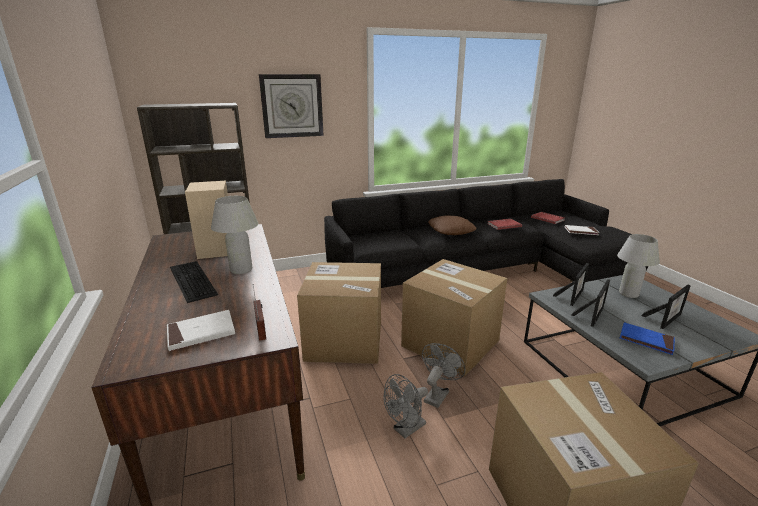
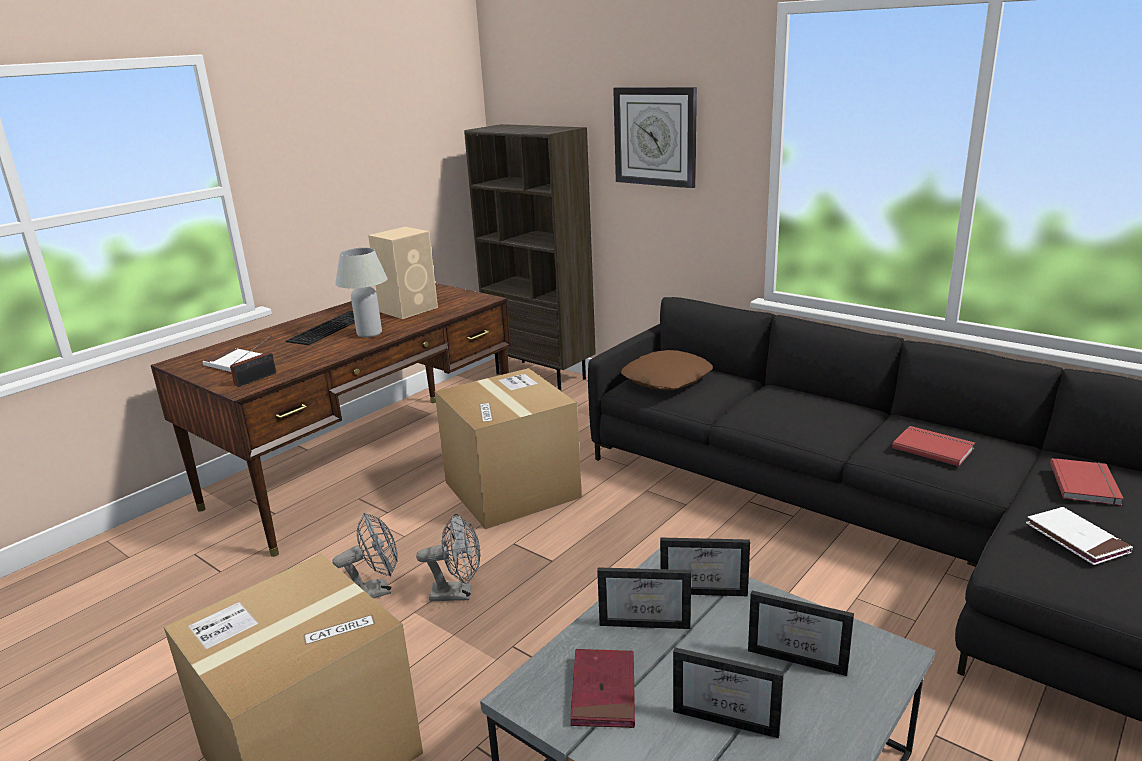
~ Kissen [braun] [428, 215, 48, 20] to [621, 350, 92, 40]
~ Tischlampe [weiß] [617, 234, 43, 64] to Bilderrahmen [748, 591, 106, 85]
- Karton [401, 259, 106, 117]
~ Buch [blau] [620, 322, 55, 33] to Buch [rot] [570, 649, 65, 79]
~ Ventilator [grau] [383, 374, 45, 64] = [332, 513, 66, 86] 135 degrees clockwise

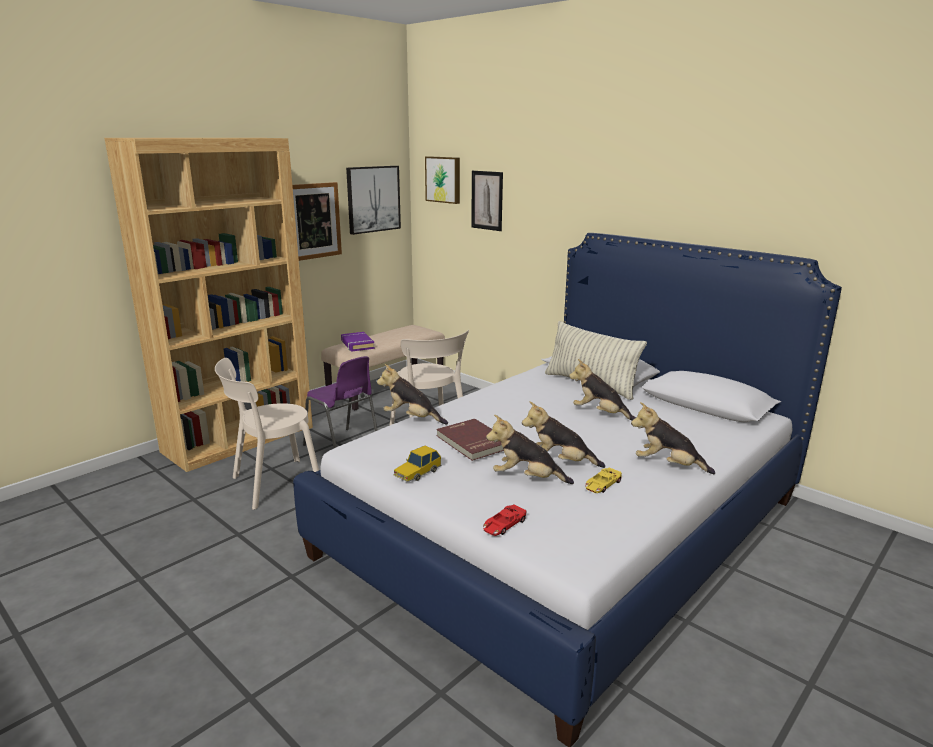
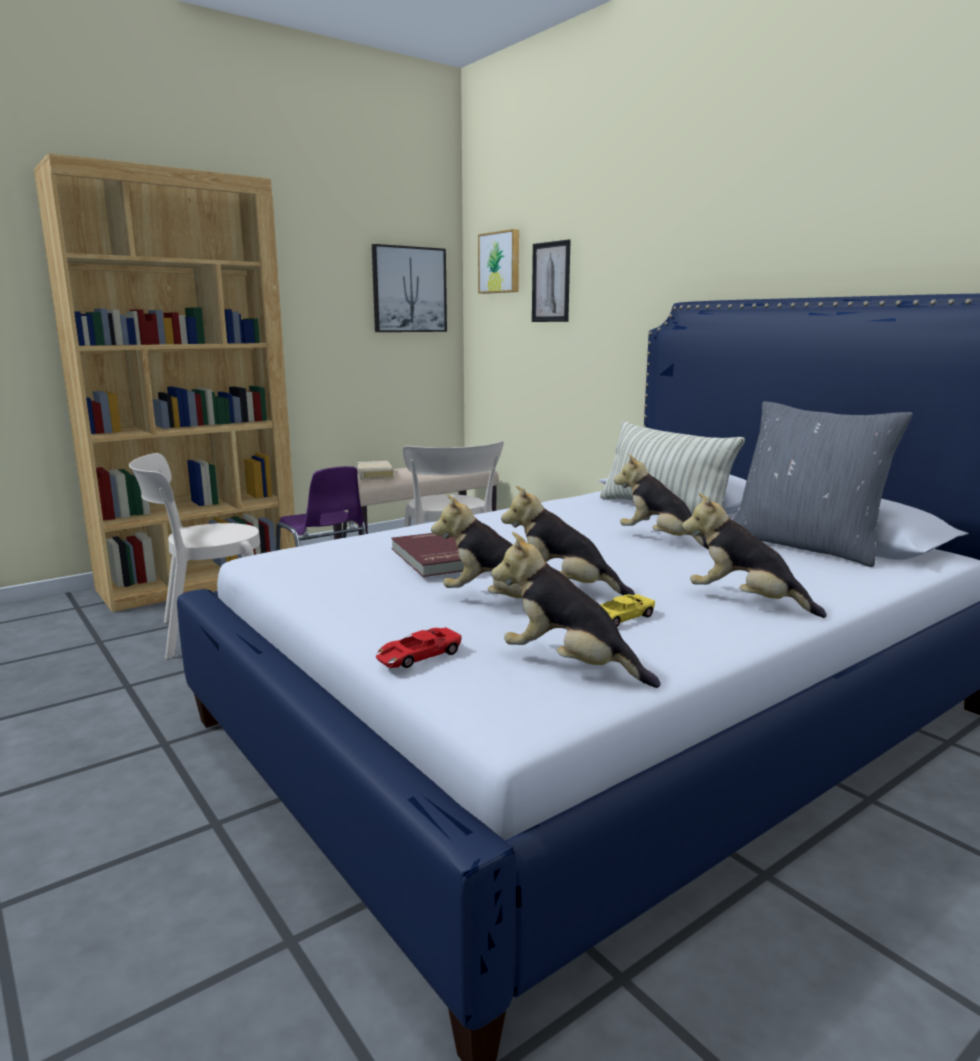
- Bild [292, 182, 50, 79]
~ Buch [lila] [341, 332, 34, 20] to Buch [beige] [357, 461, 37, 19]
~ Plüschtier [377, 364, 71, 61] to [491, 532, 170, 156]
- Spielzeugauto [393, 446, 49, 36]
+ Kissen [grau] [733, 401, 180, 166]

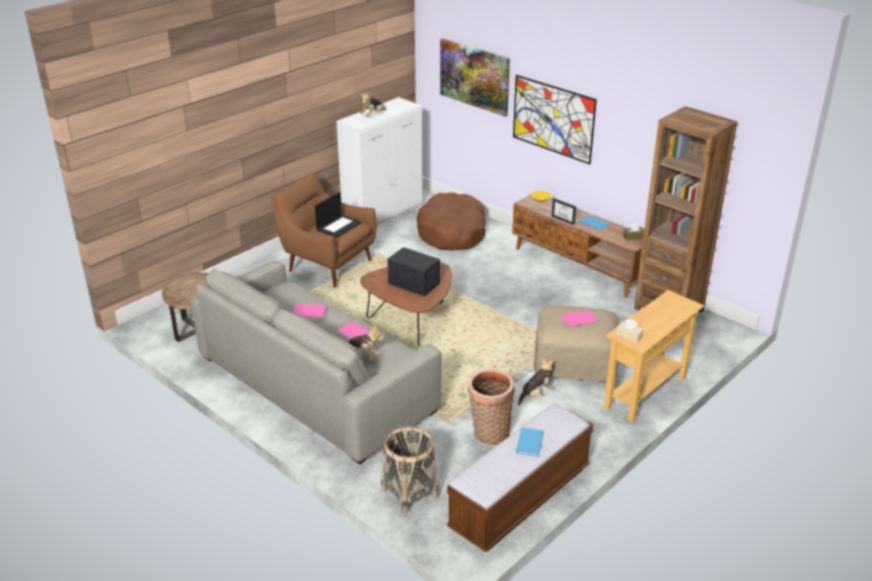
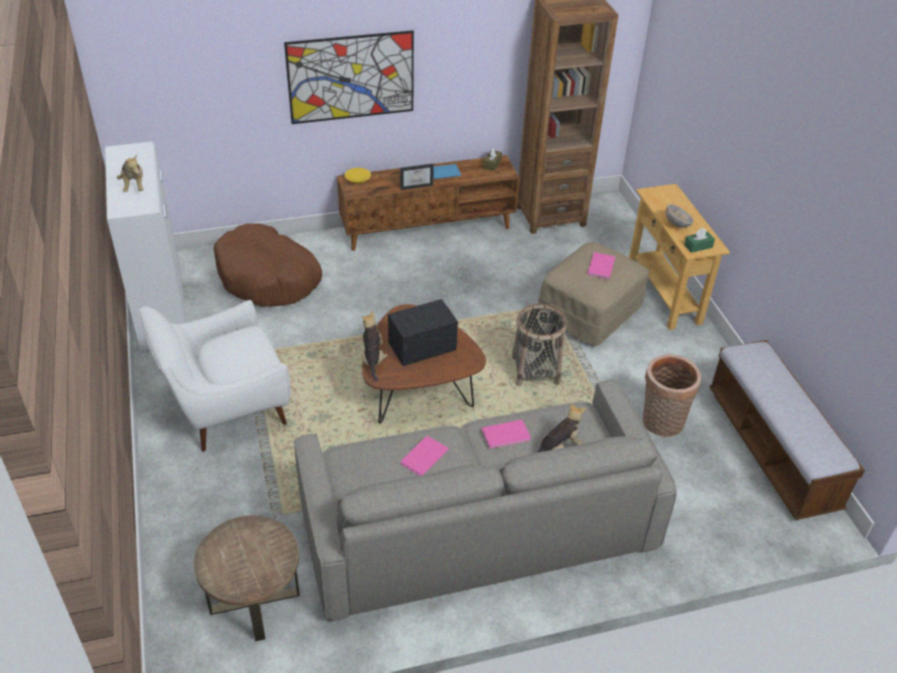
- Bild [440, 38, 70, 79]
~ Sessel [braun] [272, 173, 105, 114] to Sessel [weiß] [138, 300, 153, 152]
- Laptop [315, 192, 46, 46]
~ Taschentuchbox [beige] [616, 319, 28, 24] to Taschentuchbox [grün] [684, 228, 31, 25]
~ Plüschtier [518, 358, 35, 47] to [362, 311, 26, 70]
~ Korb [381, 426, 58, 88] to [512, 304, 55, 82]
- Buch [blau] [516, 427, 28, 30]
+ Schüssel [666, 204, 28, 24]

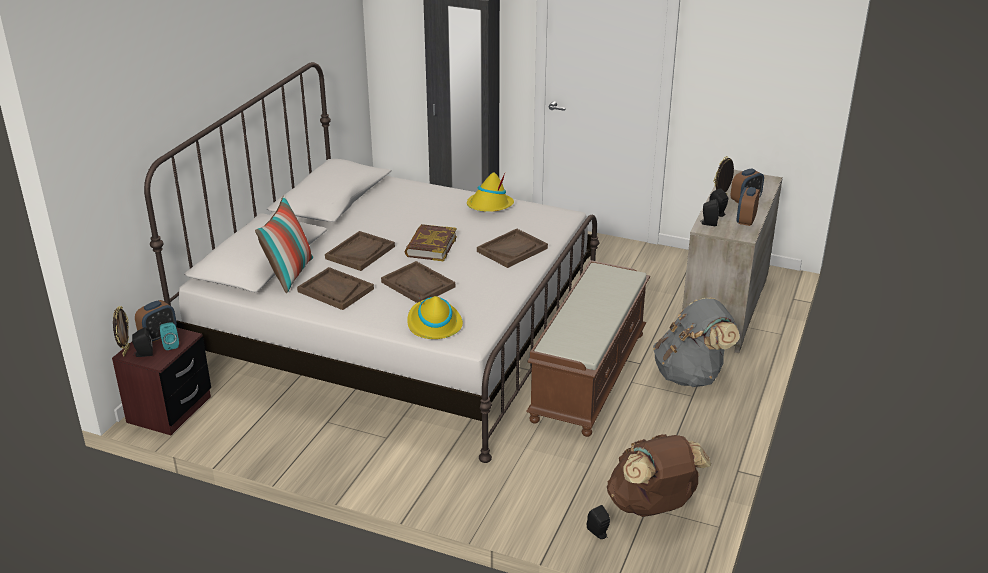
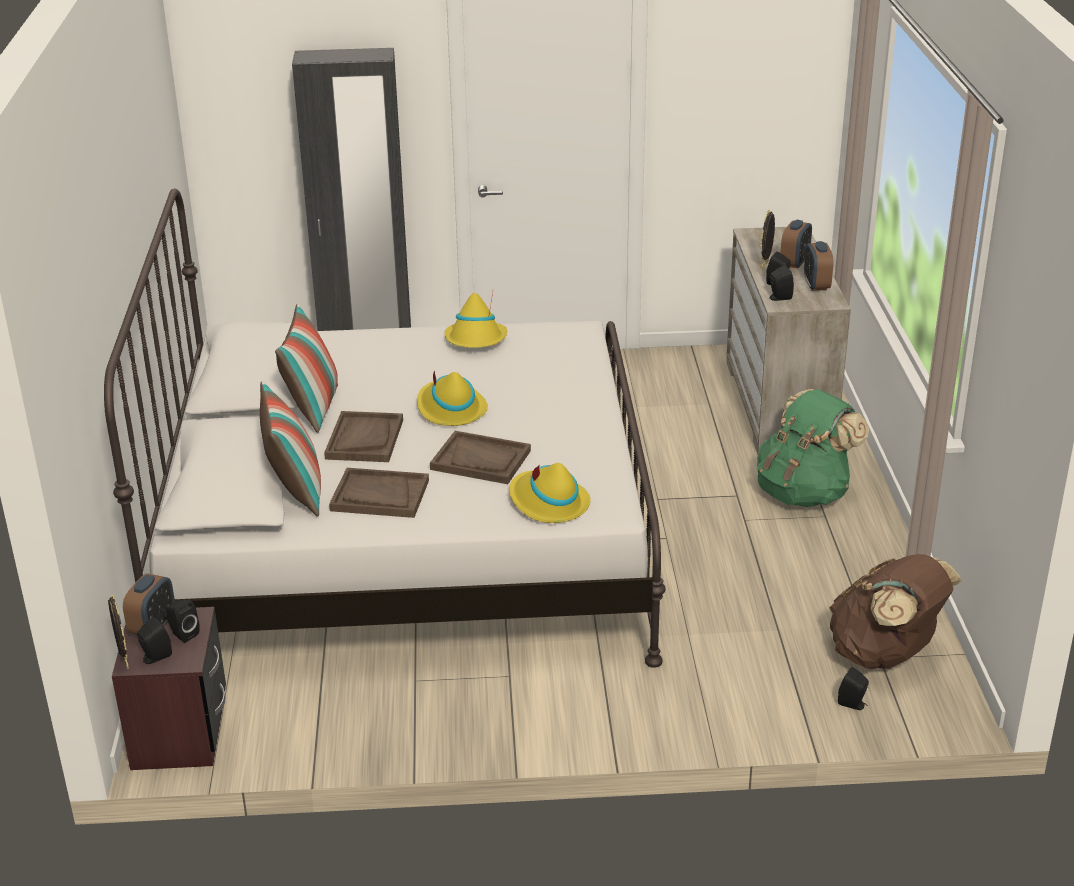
~ Buch [405, 224, 52, 37] to Hut [gelb] [417, 370, 71, 56]
- Tablett [braun] [477, 229, 71, 39]
- Bank [braun] [526, 260, 124, 177]
~ Rucksack [grau] [653, 298, 87, 89] to Rucksack [grün] [757, 389, 112, 118]
~ Lautsprecher [türkis] [160, 322, 19, 28] to Lautsprecher [schwarz] [166, 600, 34, 43]
+ Kissen [275, 304, 63, 129]

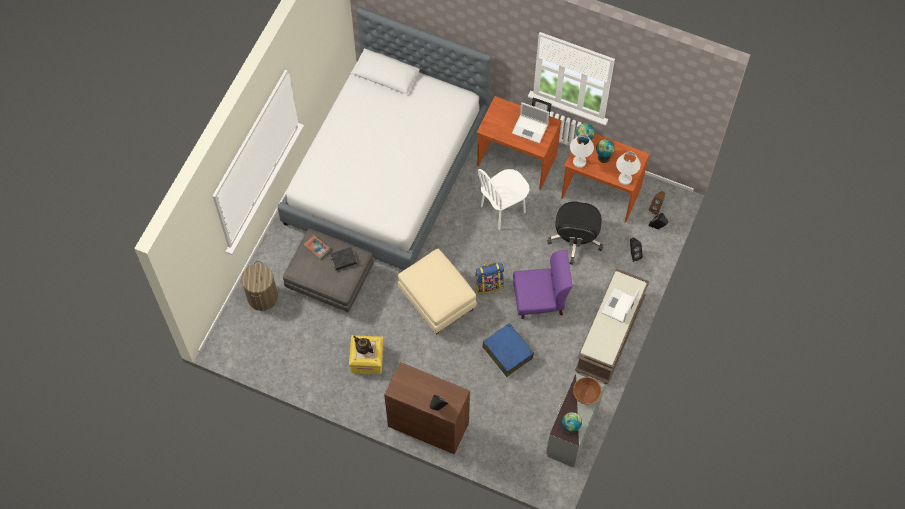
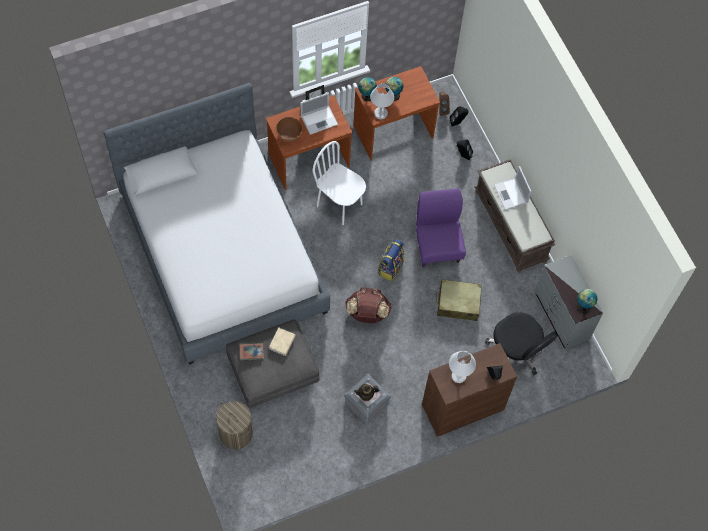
~ Tischlampe [weiß] [616, 151, 25, 34] to [449, 351, 27, 32]
~ Stuhl [weiß] [478, 169, 52, 61] = [313, 141, 53, 84] 120 degrees clockwise
~ Bürostuhl [schwarz] [547, 201, 56, 64] to [485, 312, 73, 63]
~ Buch [schwarz] [330, 247, 27, 23] to Buch [beige] [269, 328, 27, 28]
~ Polsterhocker [beige] [398, 249, 79, 86] to Rucksack [braun] [345, 287, 47, 36]
~ Stuhl [lila] [513, 250, 60, 69] = [416, 188, 50, 79] 45 degrees counterclockwise
~ Koffer [blau] [482, 323, 52, 54] to Koffer [beige] [436, 279, 46, 42]
~ Aufbewahrungsbox [gelb] [349, 335, 35, 39] to Aufbewahrungsbox [grau] [344, 374, 47, 50]
~ Schüssel [braun] [573, 377, 28, 28] to [276, 117, 27, 25]

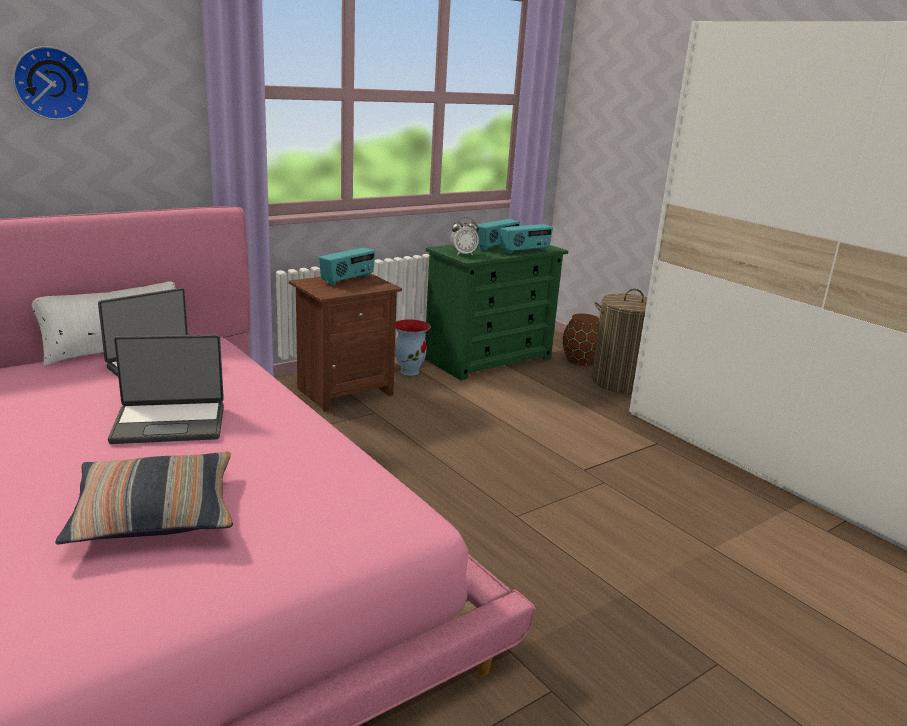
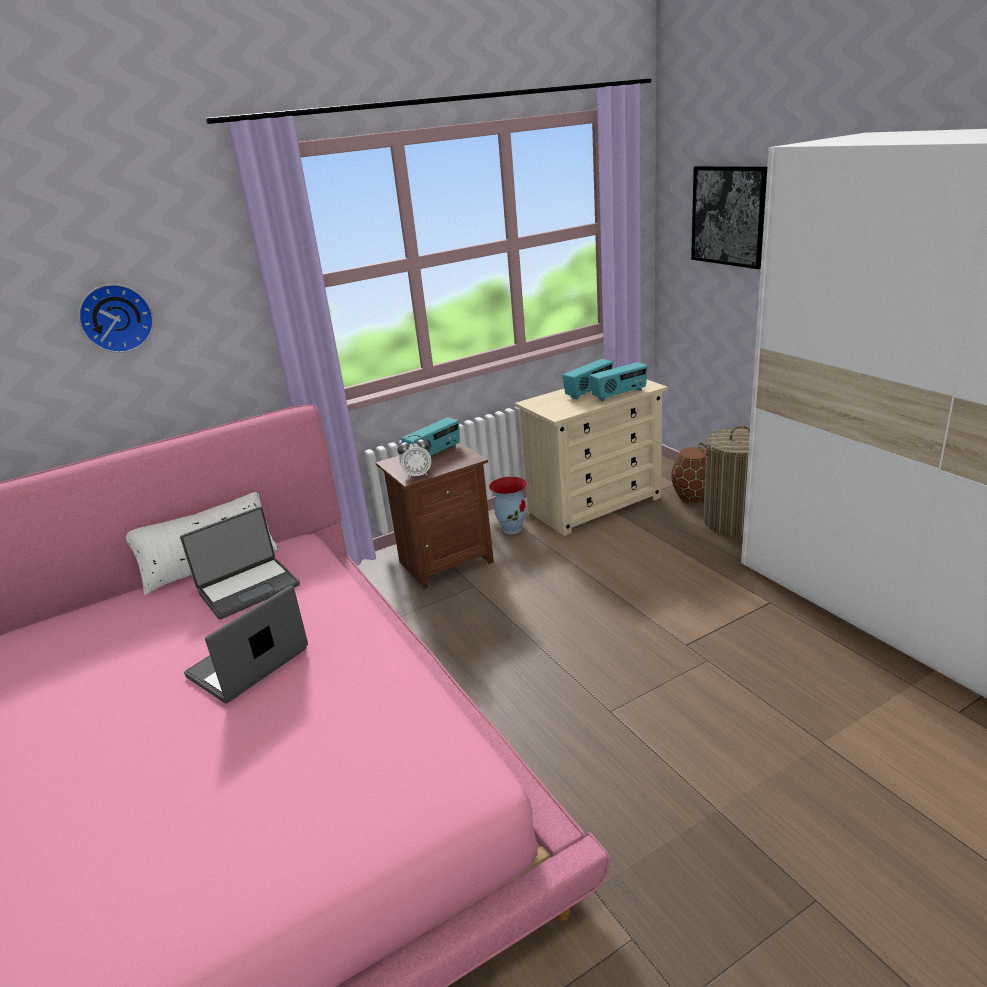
~ Wecker [450, 217, 29, 38] to [397, 435, 34, 44]
~ Kommode [grün] [425, 245, 143, 135] to Kommode [beige] [515, 380, 153, 156]
~ Laptop [108, 335, 116, 109] = [184, 586, 124, 118] 135 degrees clockwise
- Kissen [55, 451, 178, 93]
+ Bild [691, 166, 76, 103]

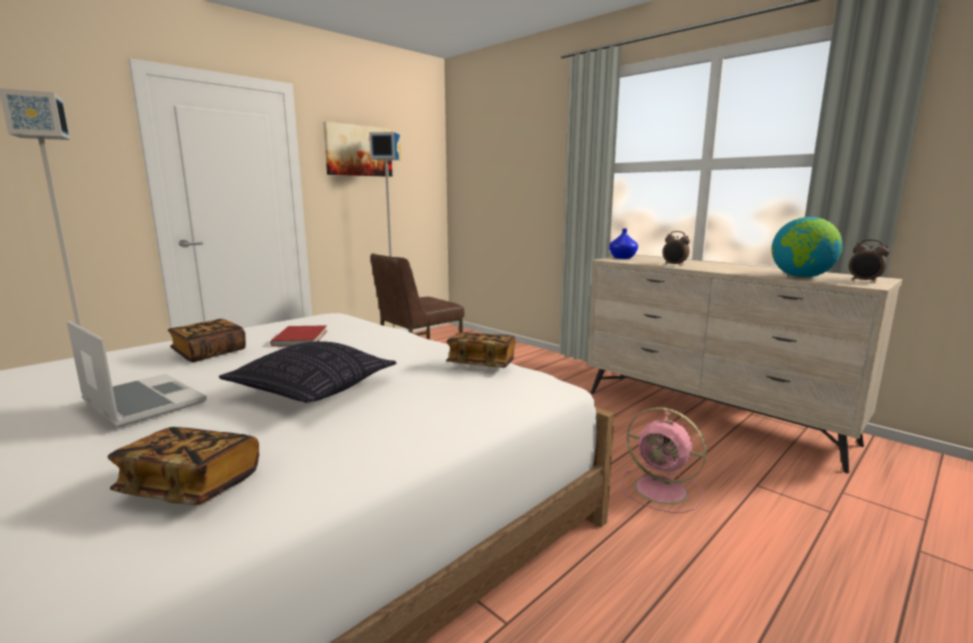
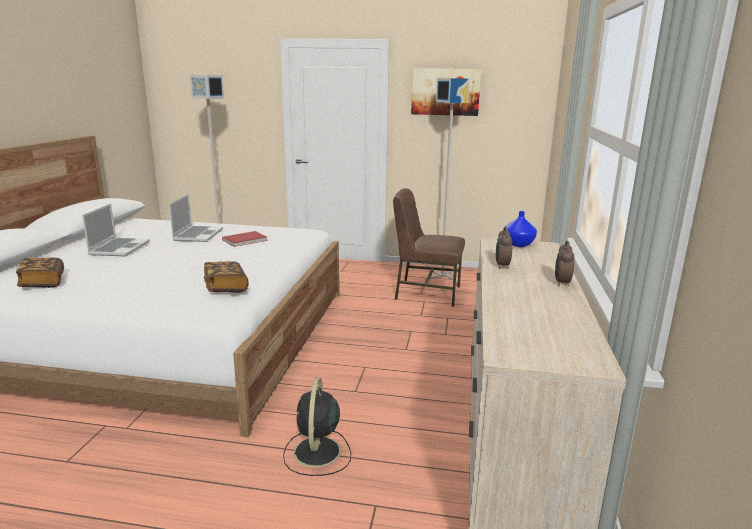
- Globus [771, 217, 72, 61]
~ Wecker [849, 239, 40, 44] to [555, 241, 19, 45]
~ Buch [168, 319, 78, 43] to Laptop [169, 194, 54, 48]
- Kissen [219, 341, 177, 62]
~ Ventilator [rosa] [622, 407, 85, 106] to Ventilator [schwarz] [283, 378, 68, 98]

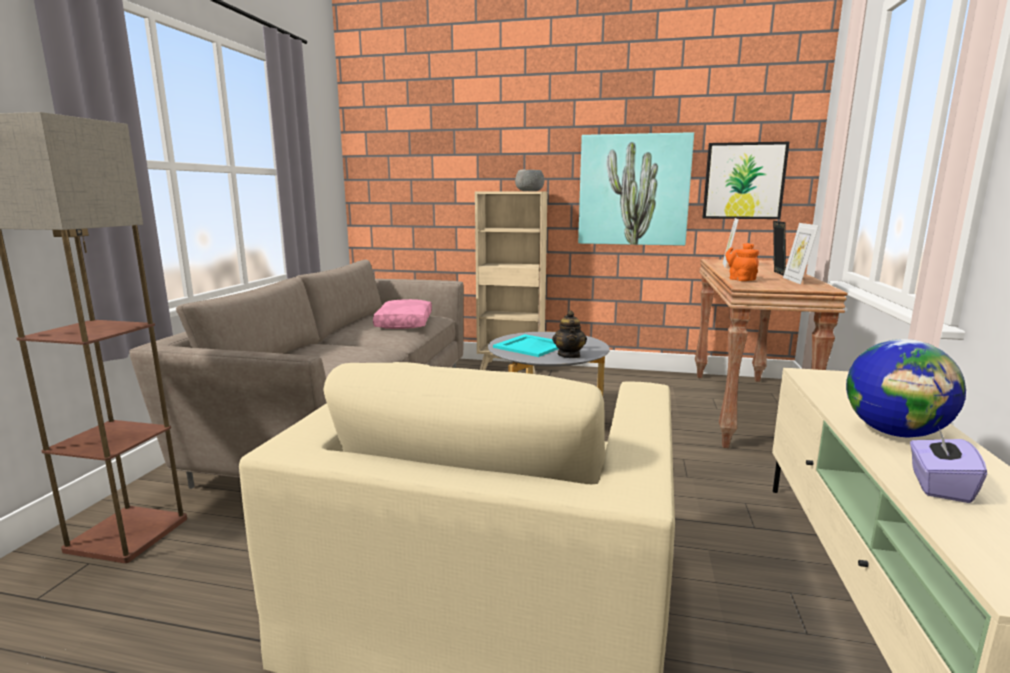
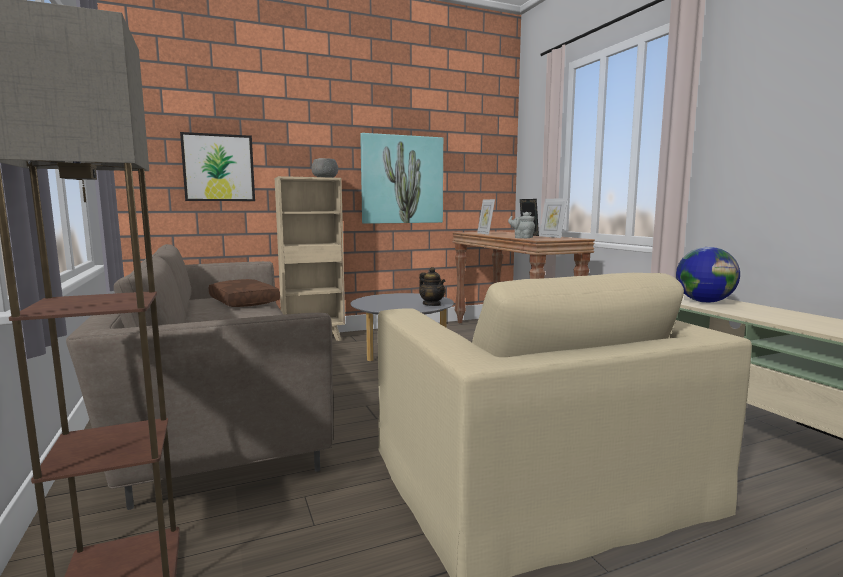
~ Bild [702, 142, 88, 77] to [180, 132, 75, 69]
~ Teekanne [orange] [725, 243, 34, 38] to Teekanne [grau] [508, 212, 27, 26]
~ Kissen [rosa] [373, 299, 59, 30] to Kissen [braun] [209, 279, 71, 28]
- Tablett [türkis] [493, 334, 65, 23]
- Taschentuchbox [lila] [910, 426, 77, 77]

